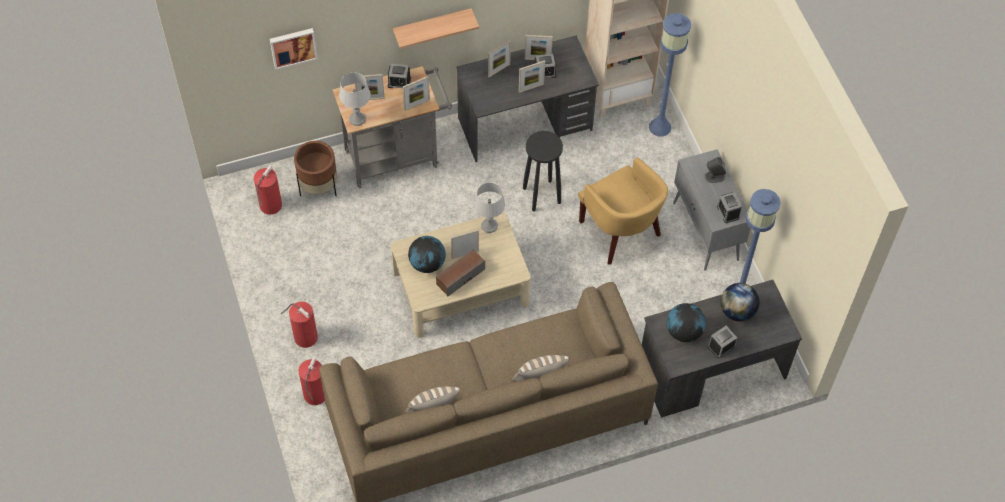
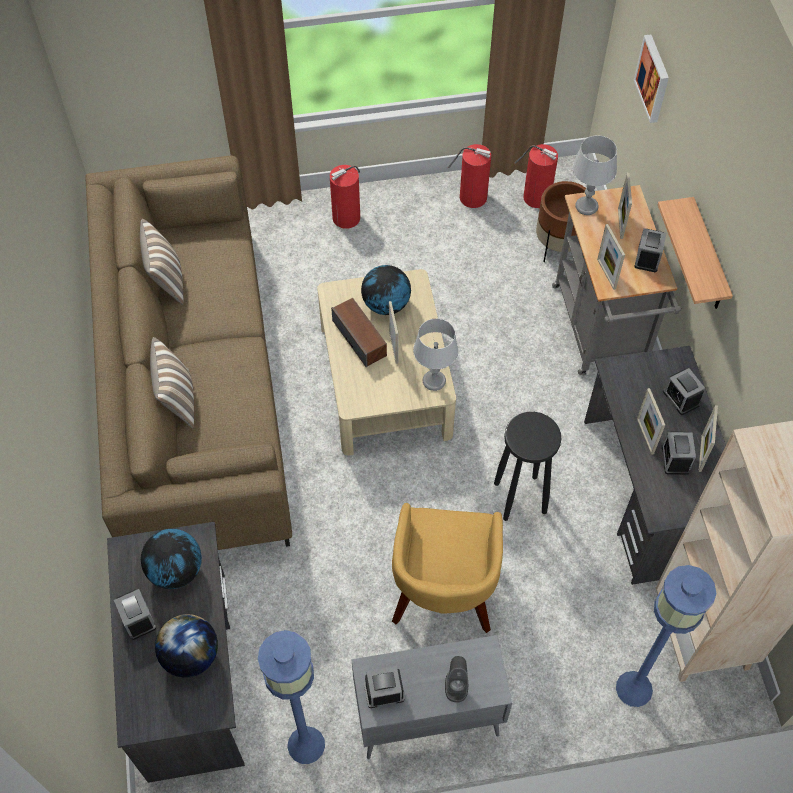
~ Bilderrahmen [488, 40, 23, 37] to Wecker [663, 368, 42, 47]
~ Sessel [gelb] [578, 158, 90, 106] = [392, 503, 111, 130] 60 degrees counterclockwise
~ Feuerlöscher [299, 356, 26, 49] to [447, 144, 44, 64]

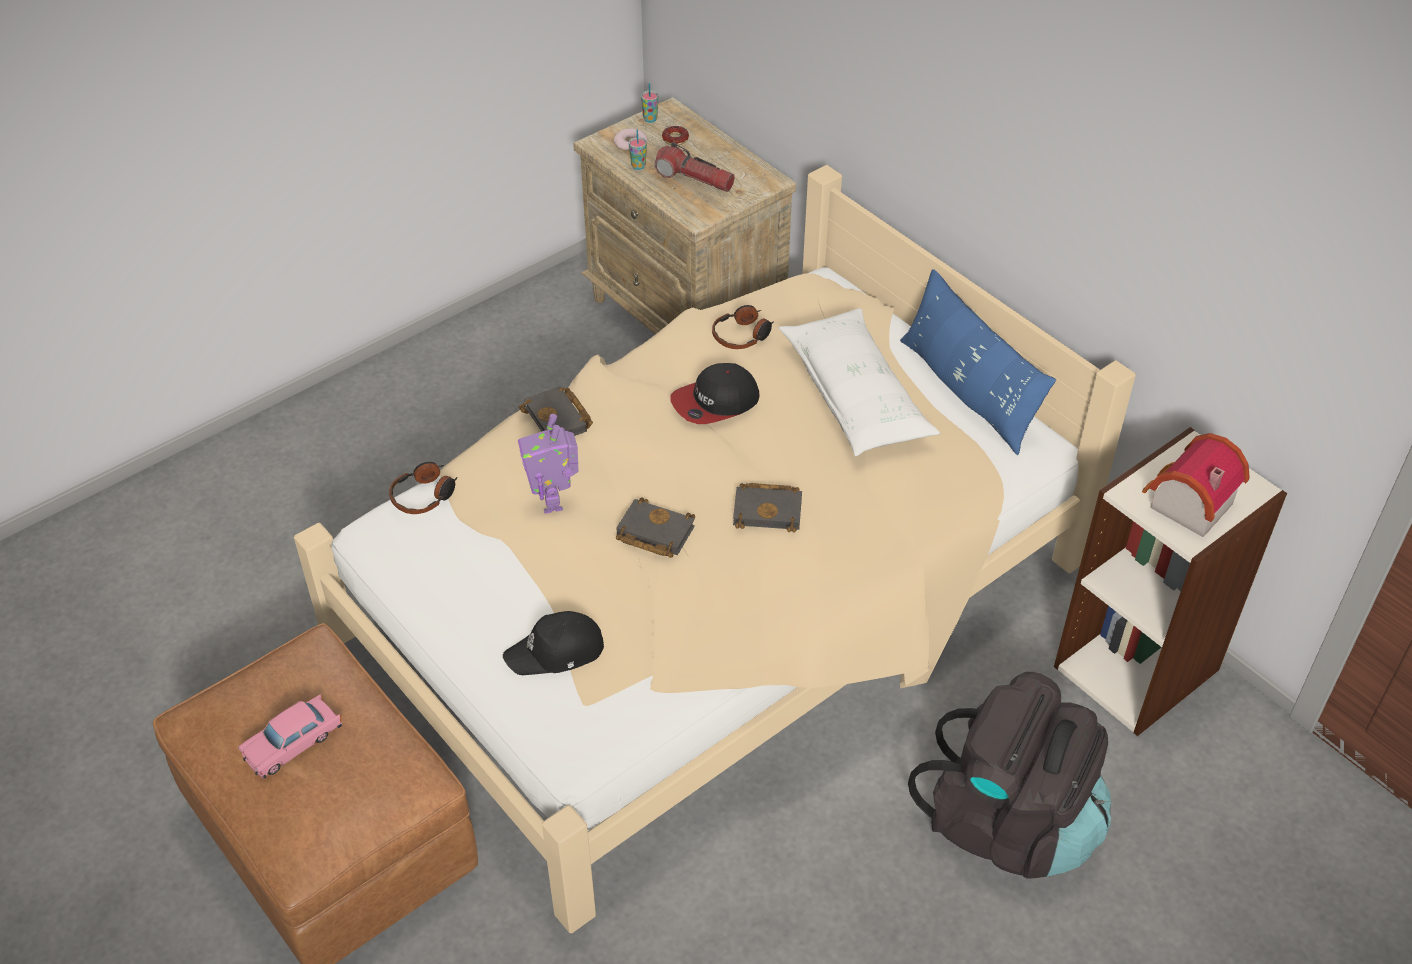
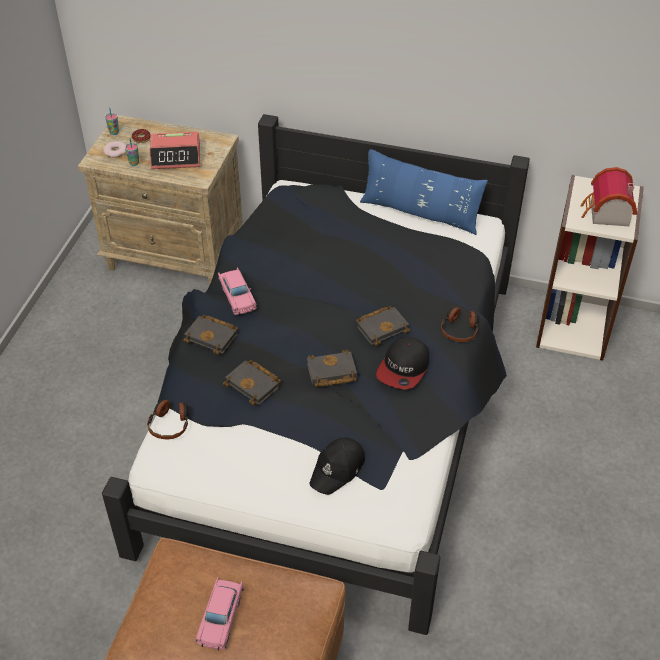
~ Taschenlampe [655, 142, 80, 50] to Wecker [149, 132, 51, 37]
~ Bett [beige] [294, 165, 842, 768] to Bett [schwarz] [102, 114, 428, 521]
~ Kopfhörer [712, 305, 62, 44] to [441, 307, 38, 35]
- Kissen [weiß] [778, 308, 162, 148]
~ Kappe [670, 363, 89, 61] to [376, 337, 53, 53]
~ Spielzeugroboter [518, 414, 61, 100] to Buch [schwarz] [223, 360, 58, 45]
- Rucksack [schwarz] [908, 672, 203, 206]
+ Spielzeugauto [rosa] [218, 267, 39, 48]

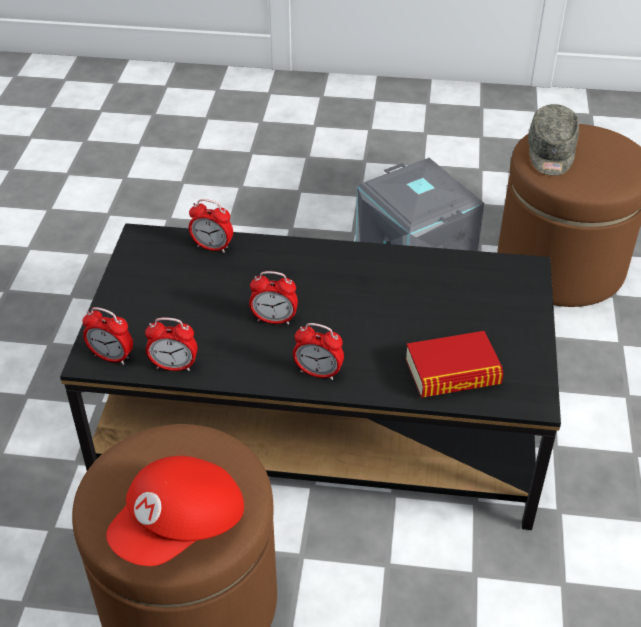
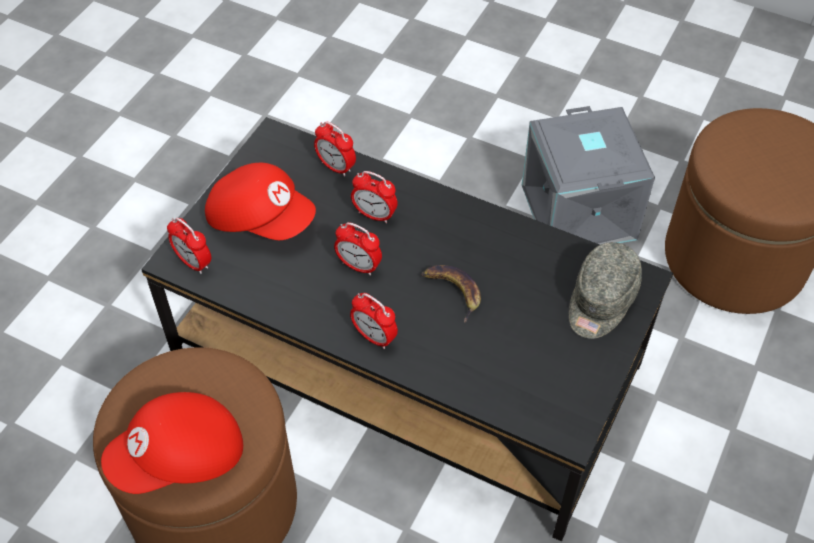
~ Kappe [grau] [528, 104, 51, 72] to [569, 242, 73, 97]
~ Wecker [145, 317, 52, 54] to [351, 171, 47, 52]
- Buch [406, 331, 98, 67]
+ Kappe [rot] [205, 163, 111, 77]
+ Banane [421, 265, 60, 58]

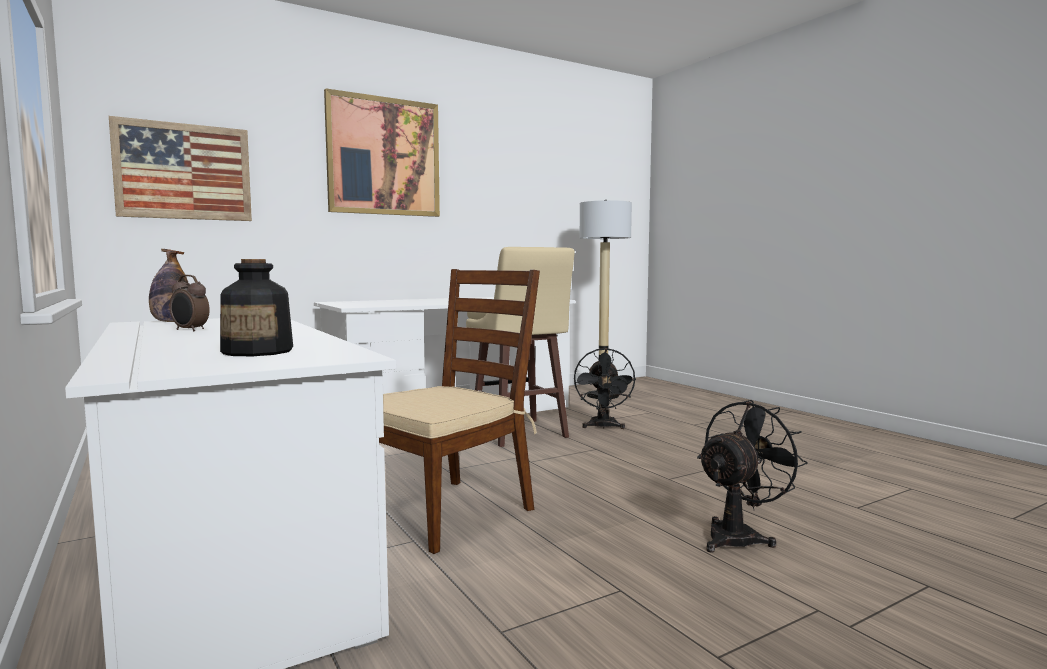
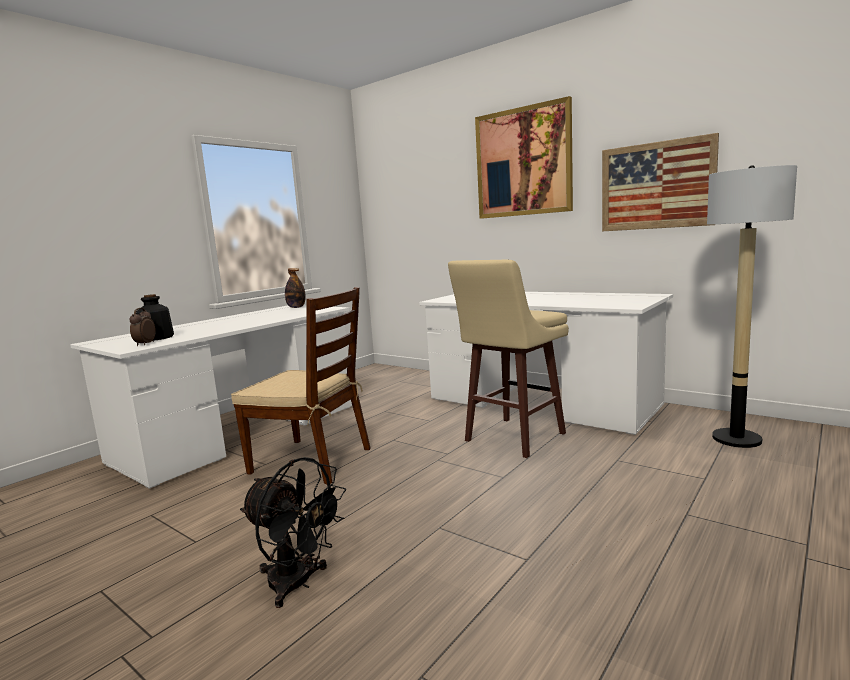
~ Bild [109, 116, 143, 105] to [602, 133, 117, 98]
~ Wecker [169, 275, 41, 56] to [129, 308, 27, 38]
- Ventilator [schwarz] [574, 348, 62, 81]

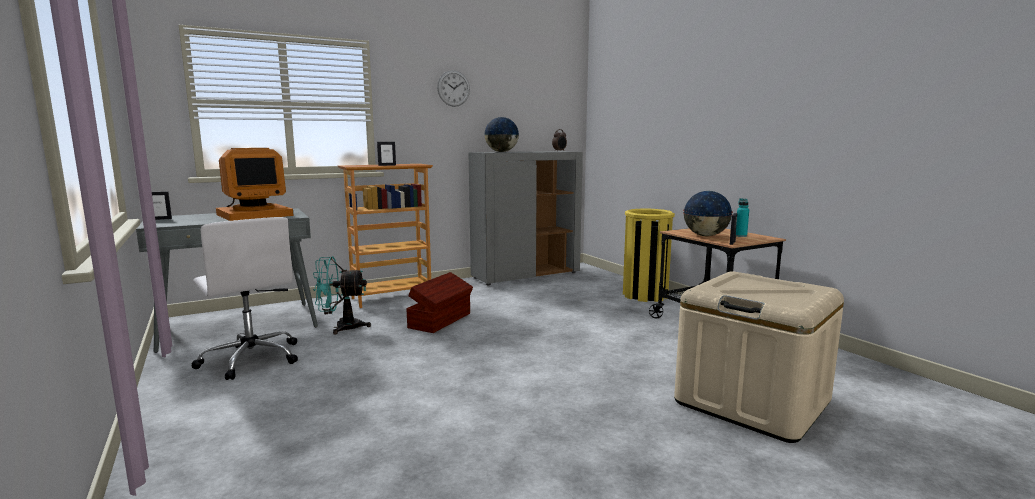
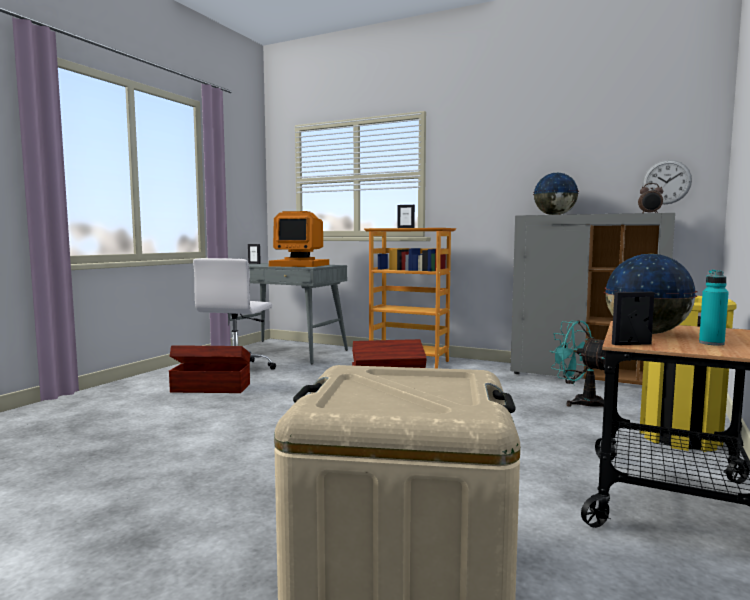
~ Wanduhr [437, 70, 33, 37] to [642, 160, 50, 44]
~ Ventilator [türkis] [313, 256, 58, 79] to [550, 320, 55, 87]
+ Aufbewahrungsbox [braun] [169, 346, 81, 47]

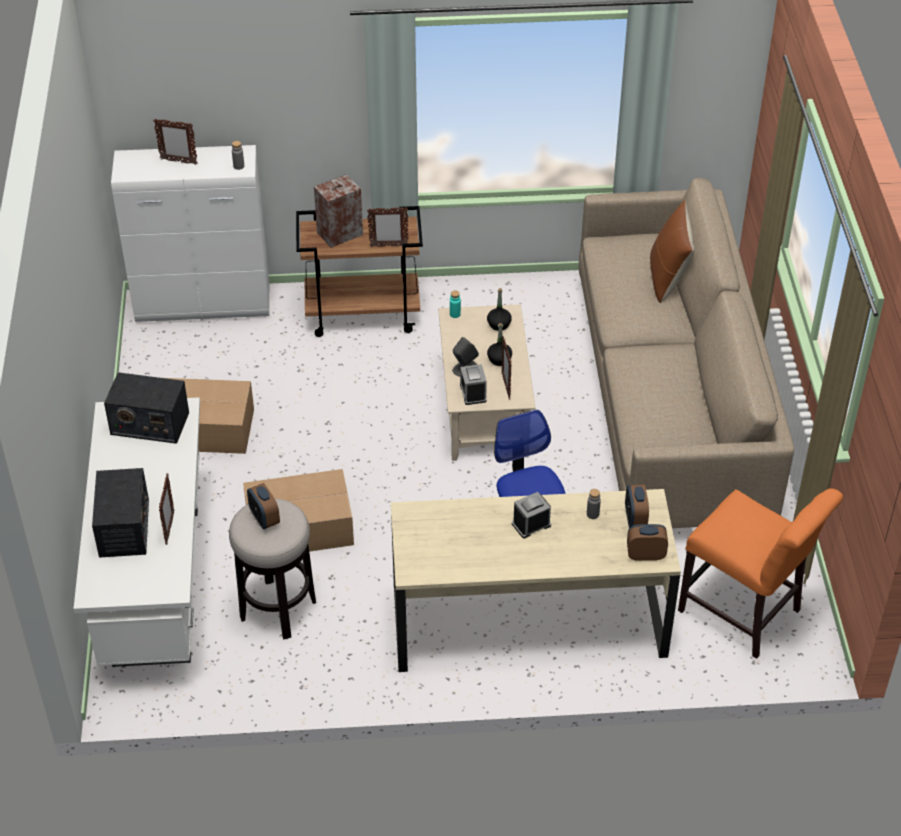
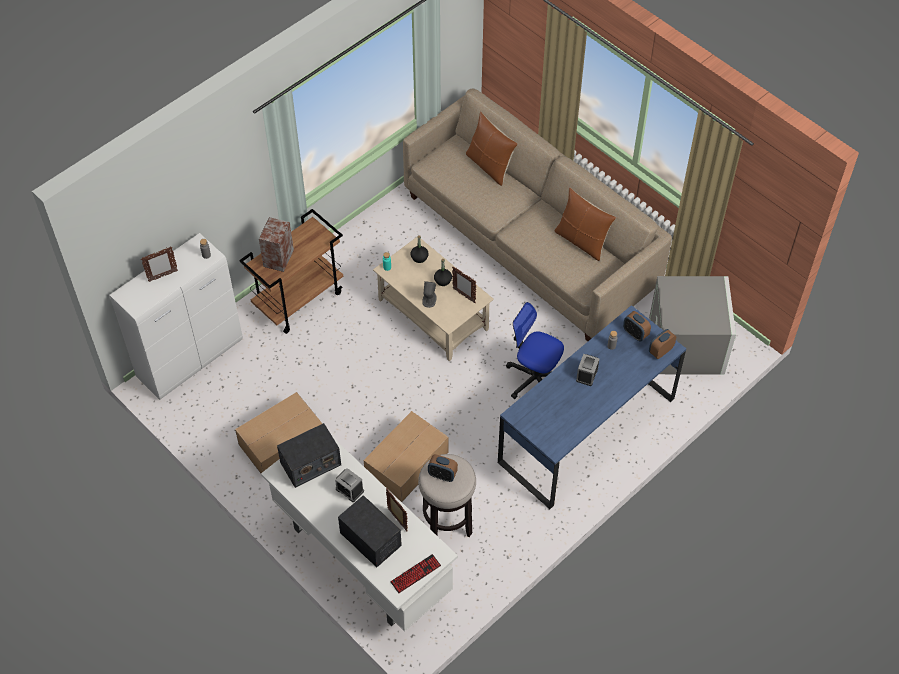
- Bilderrahmen [367, 207, 42, 40]
~ Wecker [460, 364, 27, 41] to [335, 468, 29, 34]
~ Stuhl [orange] [678, 488, 165, 171] to Aufbewahrungsbox [grau] [649, 276, 87, 99]
~ Schreibtisch [beige] [391, 489, 290, 183] to Schreibtisch [blau] [498, 305, 188, 204]
+ Kissen [braun] [554, 187, 62, 74]
+ Tastatur [390, 554, 51, 39]

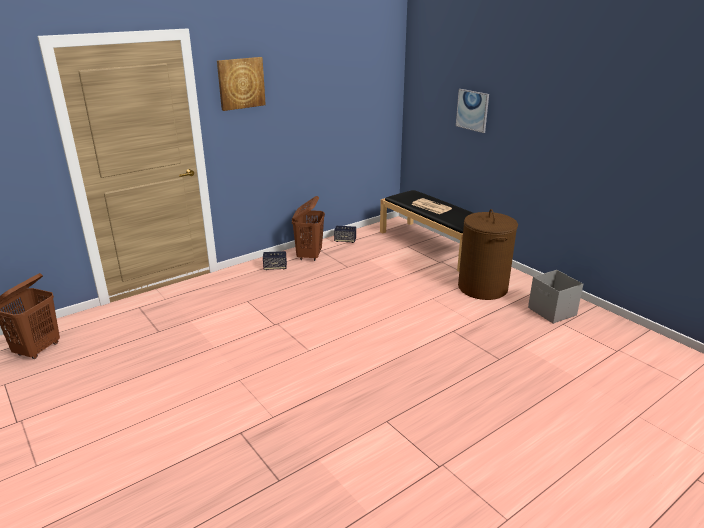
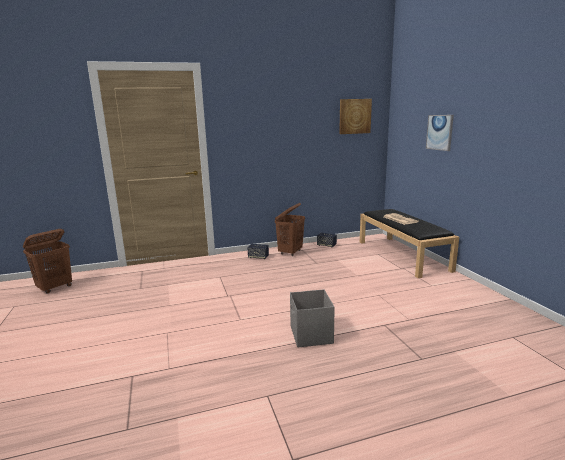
~ Bild [217, 57, 49, 54] to [339, 99, 33, 35]
- Wäschekorb [braun] [458, 209, 60, 91]
~ Aufbewahrungsbox [grau] [528, 270, 55, 54] to [290, 289, 45, 58]

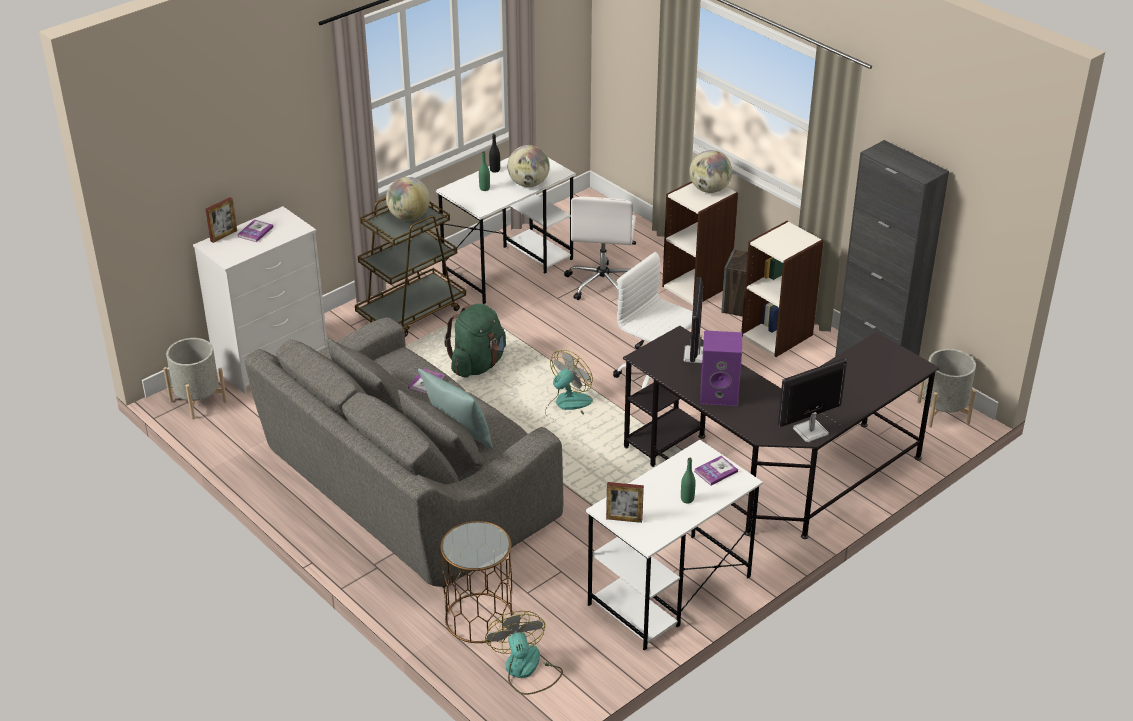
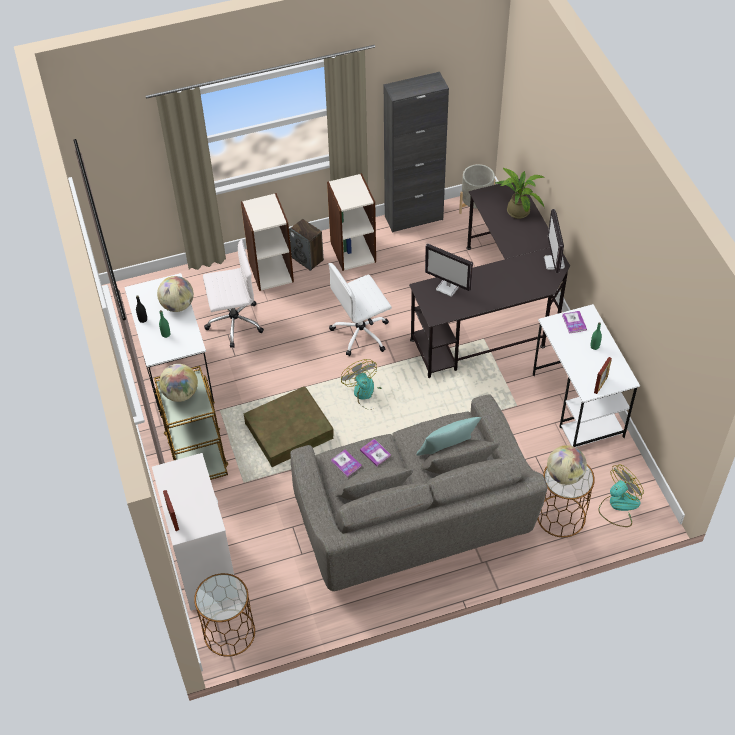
~ Globus [689, 150, 43, 43] to [547, 445, 40, 40]
~ Bürostuhl [weiß] [564, 196, 72, 104] = [203, 240, 61, 108] 45 degrees counterclockwise
~ Buch [237, 220, 36, 22] to [331, 450, 31, 27]
~ Rucksack [grün] [444, 304, 62, 73] to Aufbewahrungsbox [braun] [244, 386, 90, 81]
- Lautsprecher [lila] [700, 330, 42, 76]
~ Pflanzkübel [grau] [163, 338, 64, 81] to Beistelltisch [braun] [194, 573, 61, 84]
~ Ventilator [485, 611, 78, 84] = [598, 464, 46, 63] 135 degrees clockwise
+ Topfpflanze [495, 167, 51, 52]

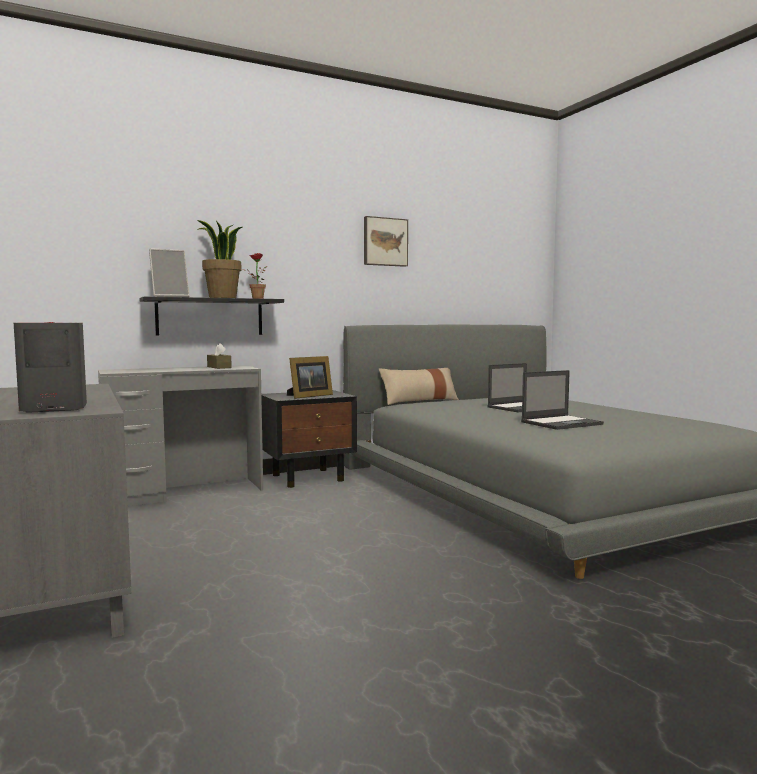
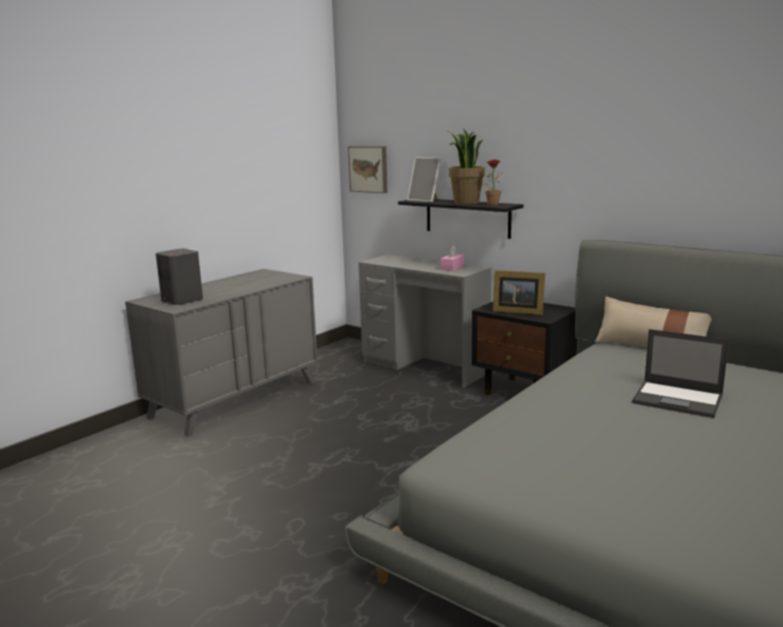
~ Bild [364, 216, 44, 51] to [348, 146, 39, 47]
~ Taschentuchbox [braun] [207, 343, 25, 26] to Taschentuchbox [rosa] [440, 246, 24, 25]
- Laptop [521, 370, 83, 60]

